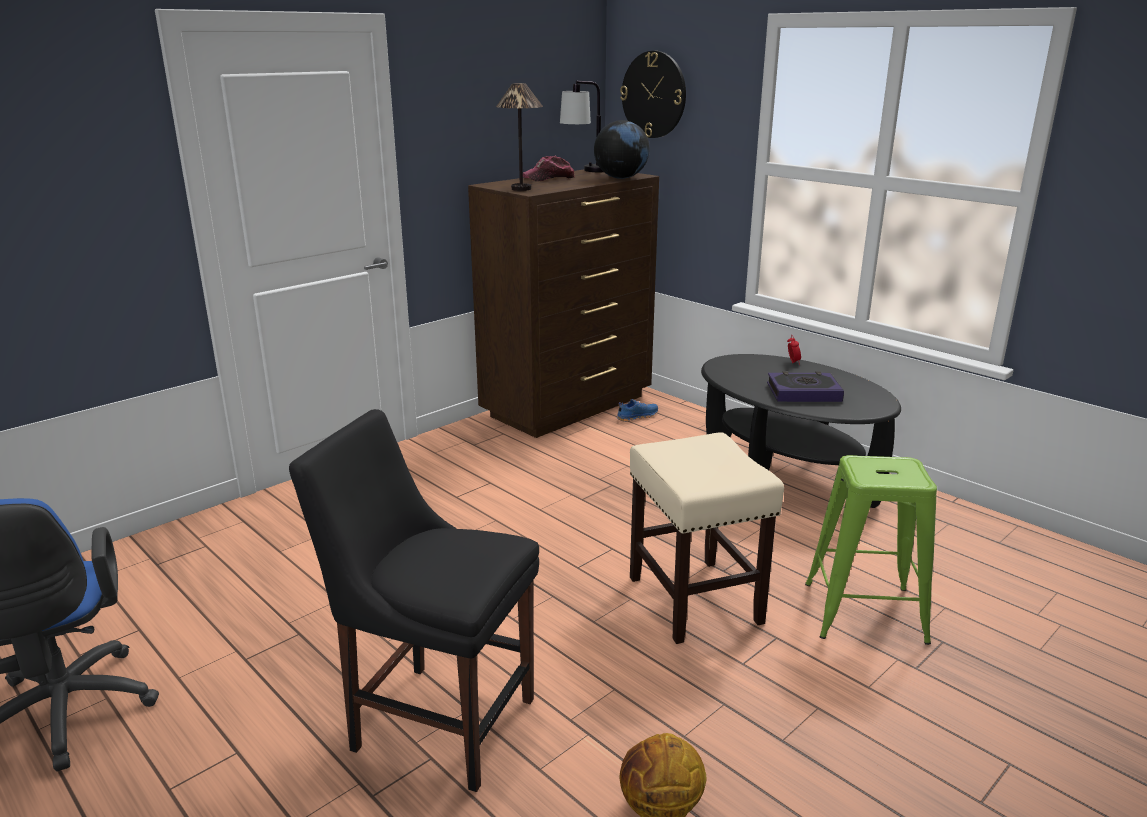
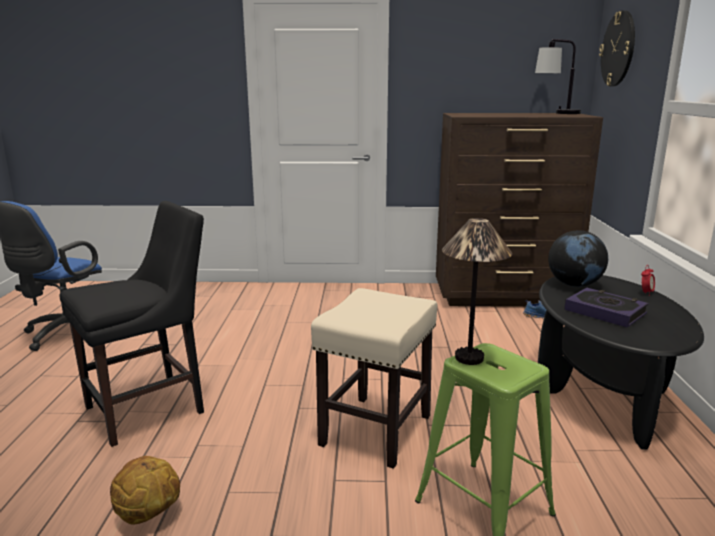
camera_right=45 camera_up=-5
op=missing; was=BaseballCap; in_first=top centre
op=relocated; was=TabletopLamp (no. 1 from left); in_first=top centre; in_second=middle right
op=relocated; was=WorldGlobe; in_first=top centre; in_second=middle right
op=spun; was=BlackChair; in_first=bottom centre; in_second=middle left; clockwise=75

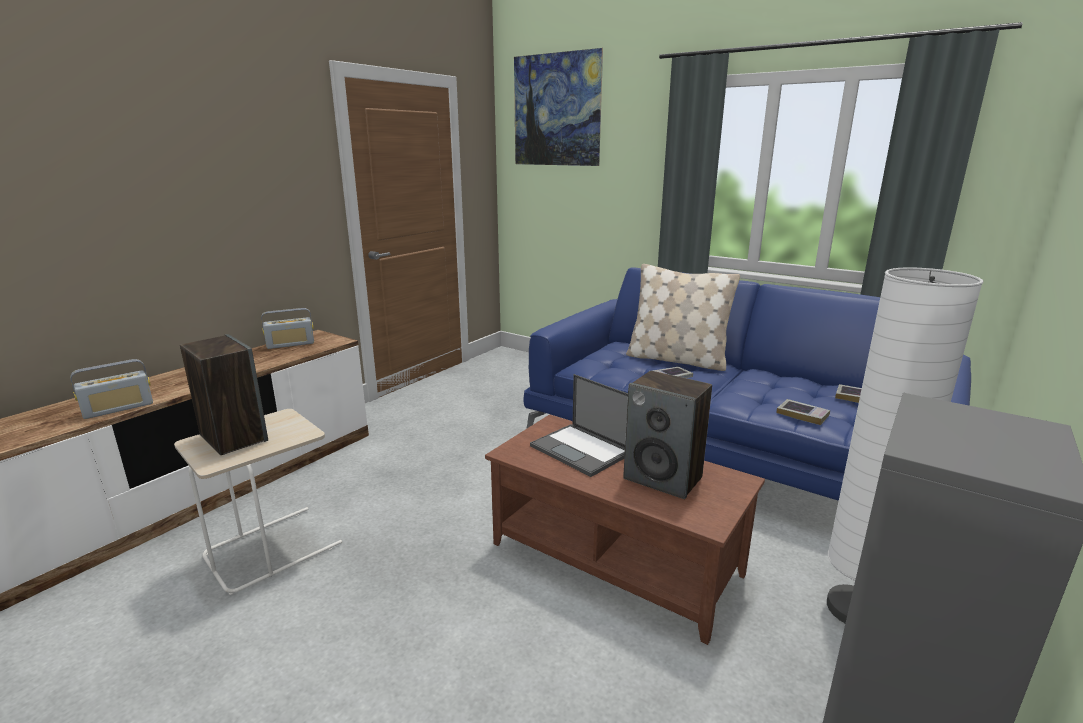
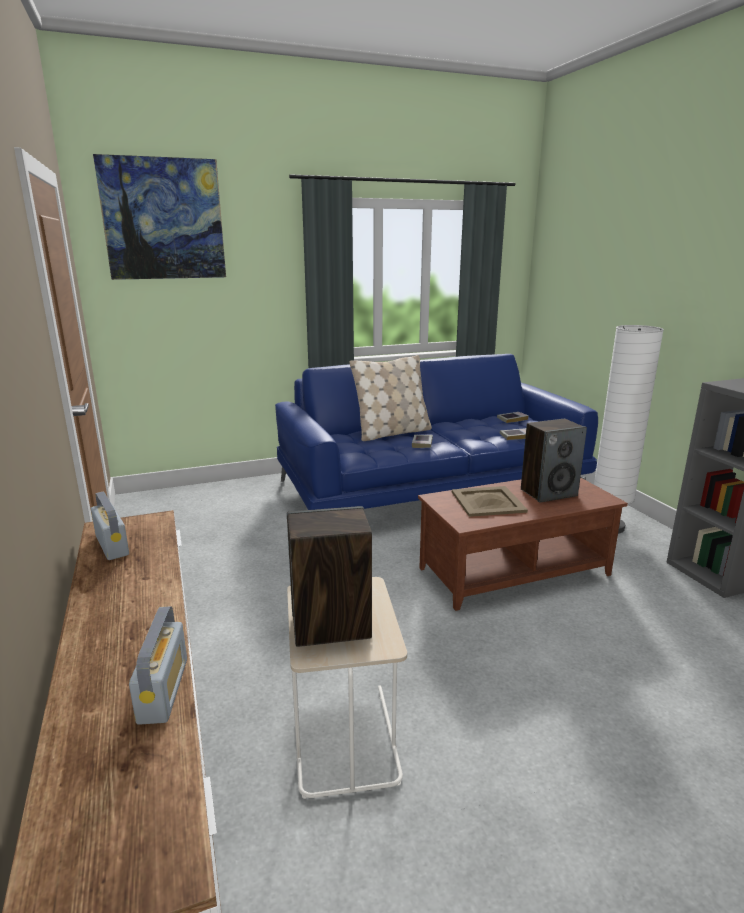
camera_right=-55 camera_up=0
op=exchanged; was=Laptop; now=SandColouredServingTray; in_first=centre; in_second=centre
op=spun; was=RadioSet (no. 2 from left in the first image); in_first=middle left; in_second=middle left; clockwise=-45

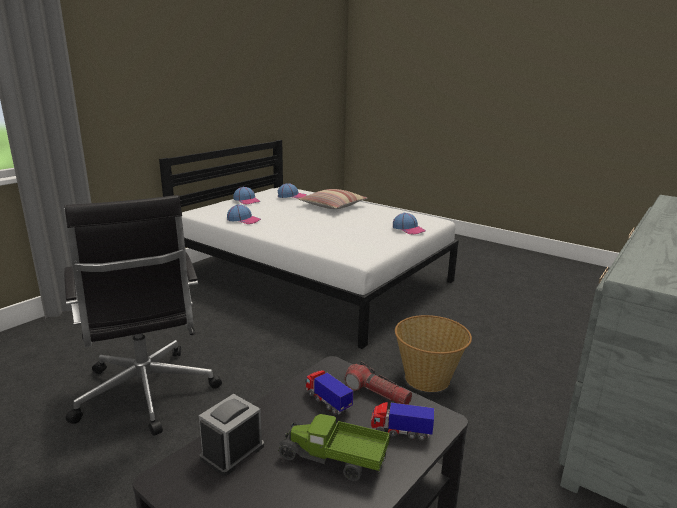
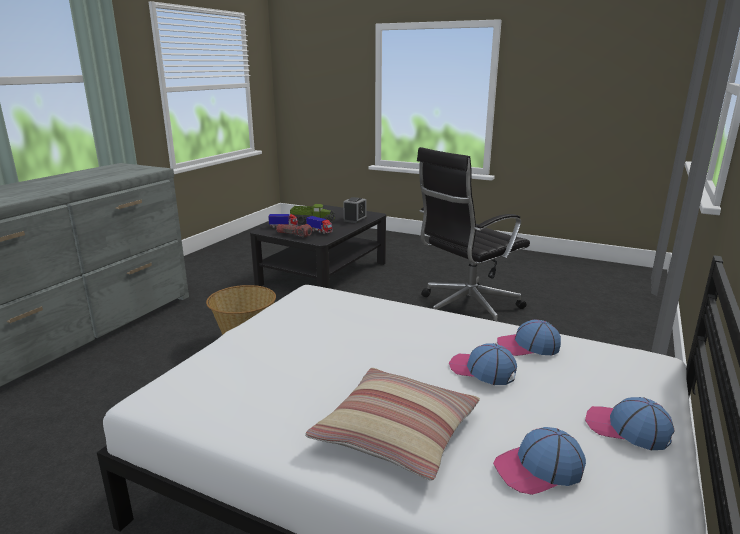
camera_right=170 camera_up=0
op=relocated; was=BaseballCap (no. 4 from left in the first image); now=BaseballCap (no. 1 from left); in_first=centre; in_second=bottom centre
op=spun; was=BlackOfficeChair; in_first=middle left; in_second=centre; clockwise=-90

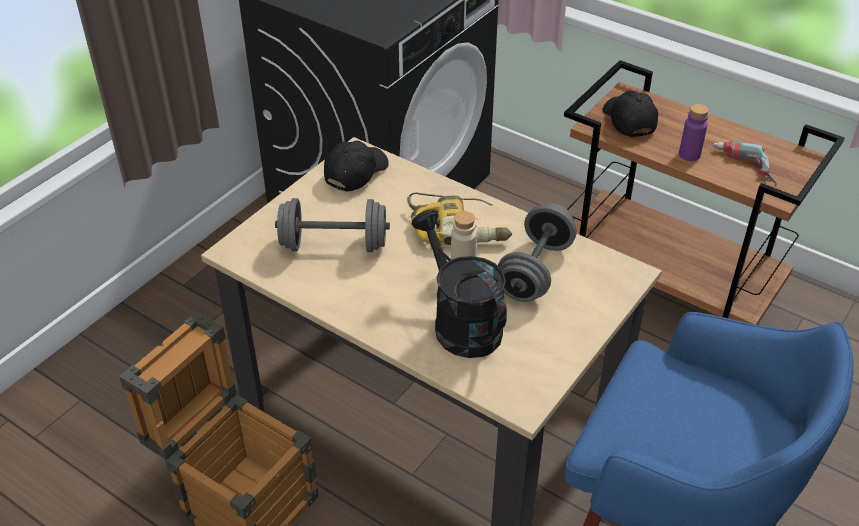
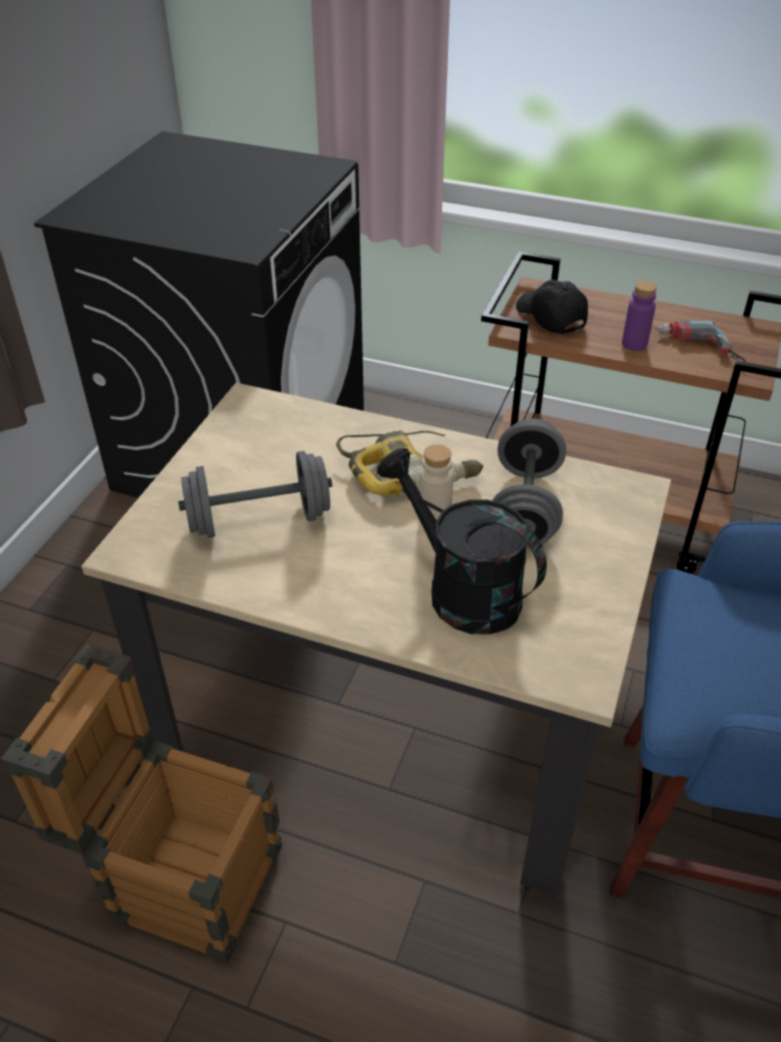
camera_right=-15 camera_up=0
op=missing; was=BlackBaseballCap (no. 1 from left); in_first=top centre

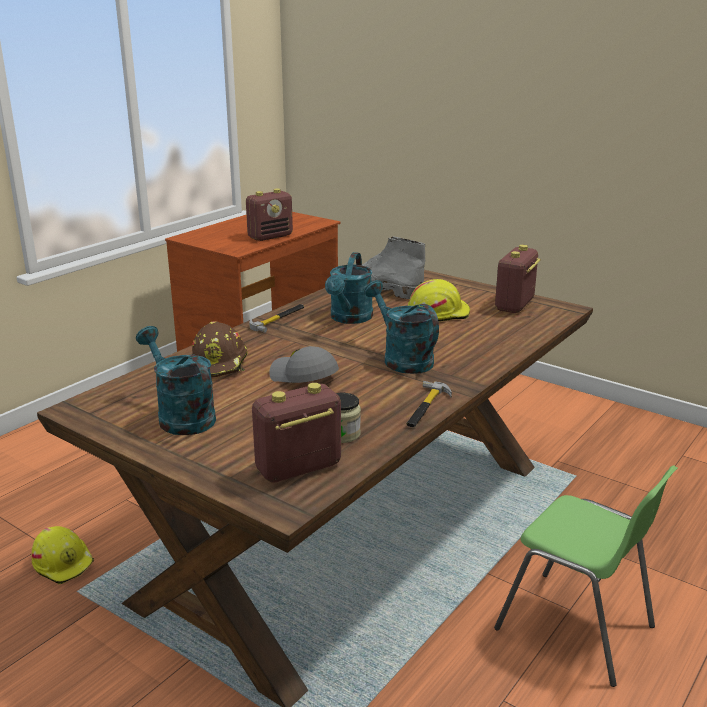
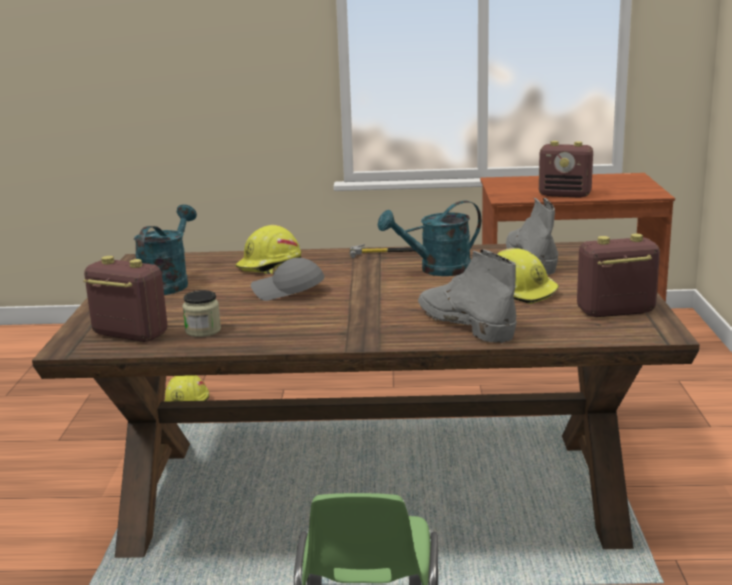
camera_right=55 camera_up=-5
op=missing; was=TurquoiseWateringPot (no. 3 from left); in_first=centre
op=missing; was=HandHammer (no. 2 from left); in_first=centre
op=appeared; now=GreyHighTopBoot (no. 1 from left); in_second=centre
op=colour; was=BrownishWorkHelmet; now=YellowColouredWorkHelmet (no. 2 from left); in_first=middle left; in_second=centre
op=spun; was=GreyBaseballCap; in_first=centre; in_second=centre; clockwise=-90

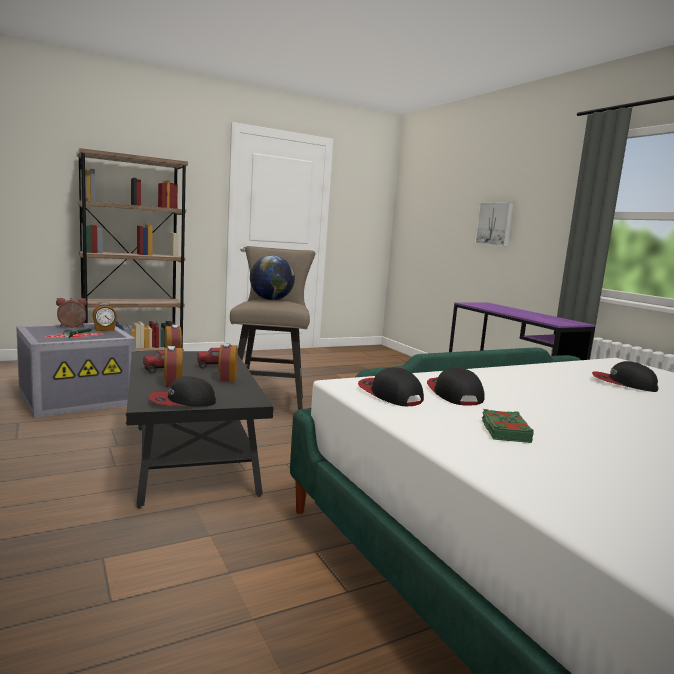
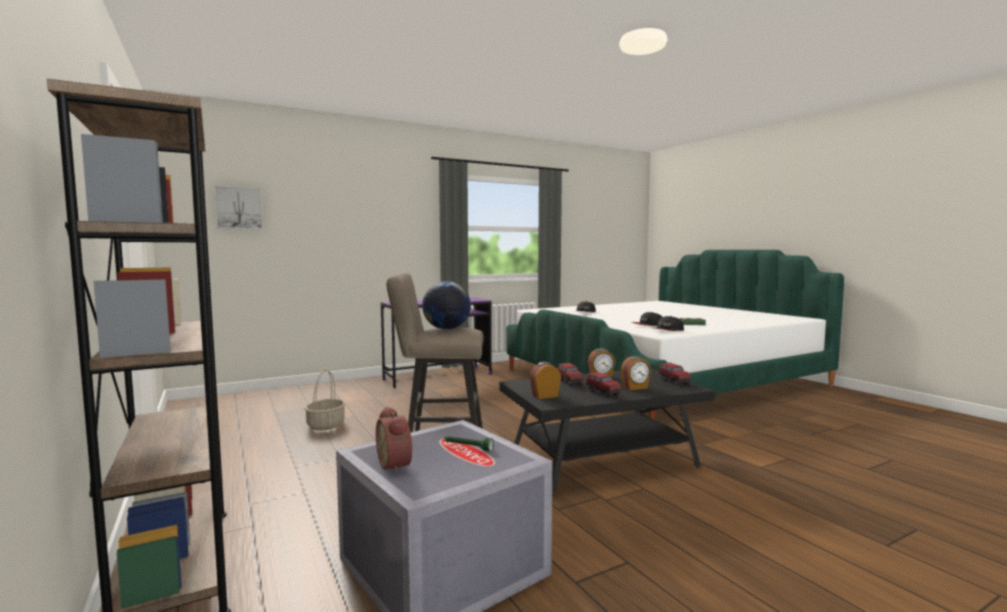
camera_right=-90 camera_up=-5
op=missing; was=BedsideClock (no. 2 from left); in_first=middle left
op=appeared; now=HouseholdBasket; in_second=middle left
op=relocated; was=WallPicture; in_first=top right; in_second=middle left
op=exchanged; was=BaseballCap (no. 1 from left); now=ModelTruck (no. 3 from left); in_first=middle left; in_second=middle right

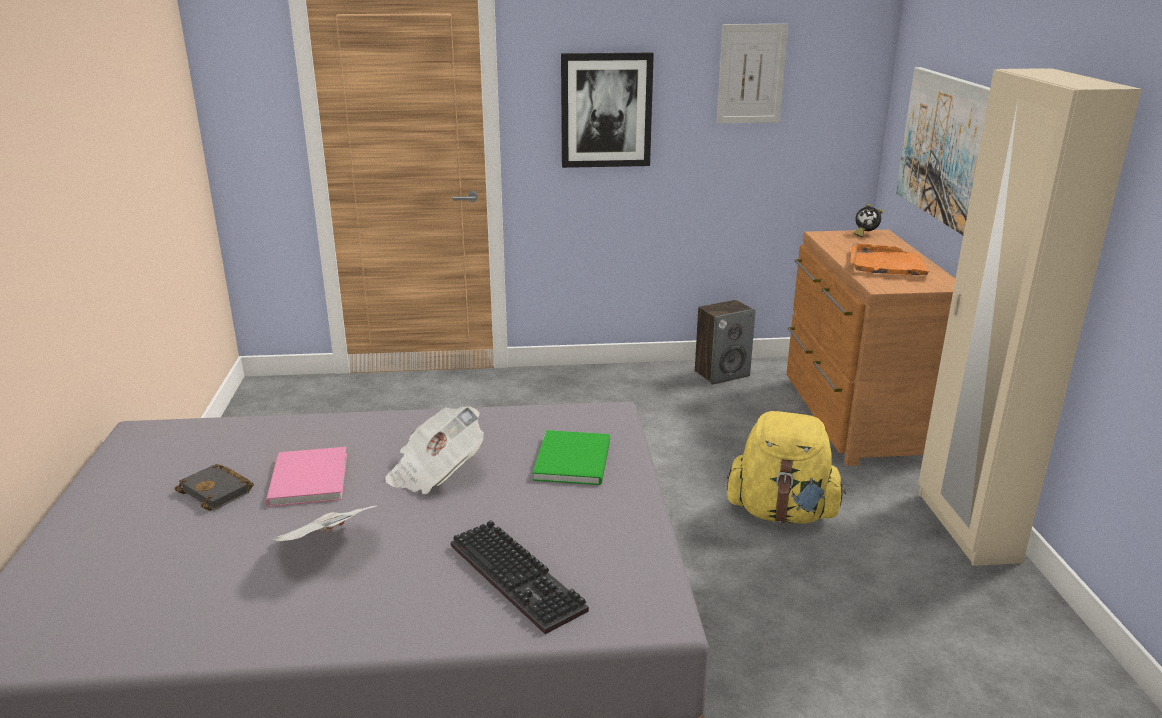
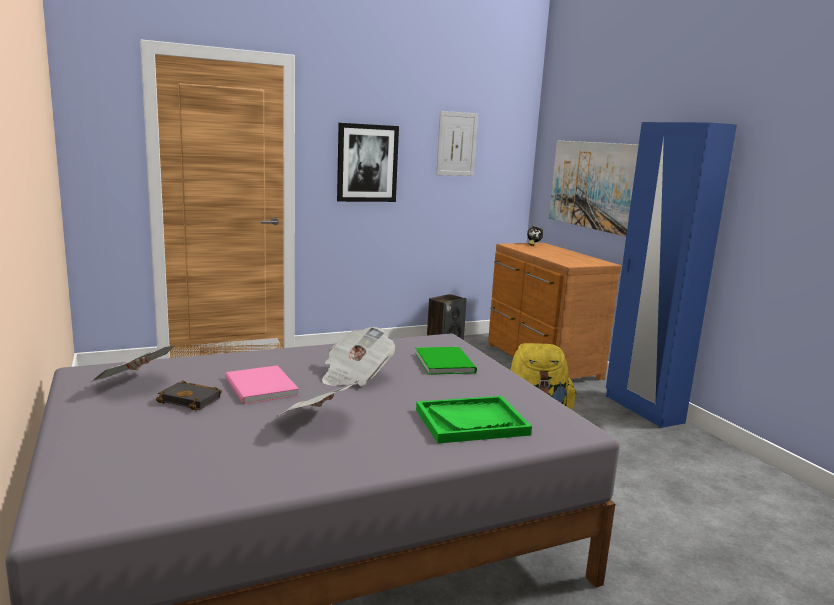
camera_right=-20 camera_up=-10
op=missing; was=OrangeServingTray; in_first=middle right
op=appeared; now=DailyPaper (no. 1 from left); in_second=middle left
op=exchanged; was=PcKeyboard; now=GreenColouredServingTray; in_first=bottom centre; in_second=bottom centre
op=colour; was=SandColouredArmoire; now=BlueColouredArmoire; in_first=middle right; in_second=middle right

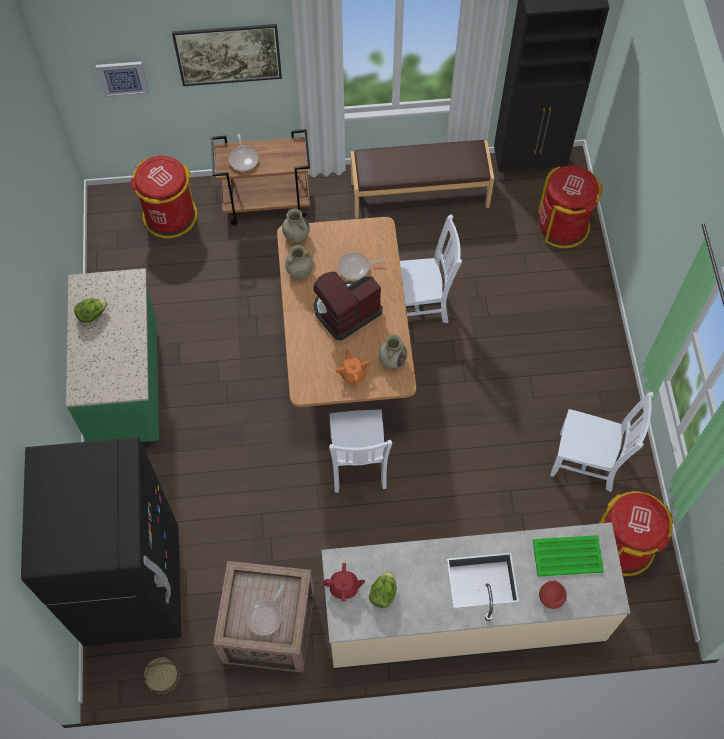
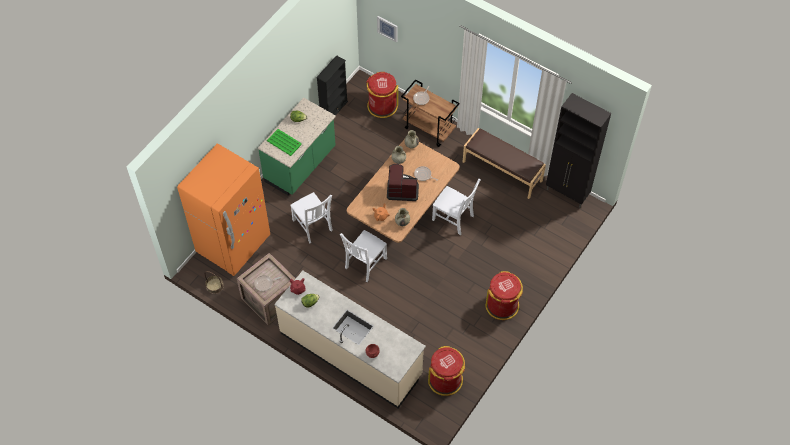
camera_right=40 camera_up=-5
op=missing; was=WallPicture (no. 2 from left); in_first=top left
op=appeared; now=BlackBookshelf; in_second=top centre
op=relocated; was=GreenColouredServingTray; in_first=bottom right; in_second=top centre
op=relocated; was=ReddishRubbishBin (no. 2 from left in the first image); now=ReddishRubbishBin (no. 3 from left); in_first=top right; in_second=centre
op=relocated; was=WhiteChair (no. 3 from left in the first image); now=WhiteChair (no. 1 from left); in_first=middle right; in_second=centre
op=colour; was=BlackFridge; now=OrangeFridge; in_first=bottom left; in_second=middle left

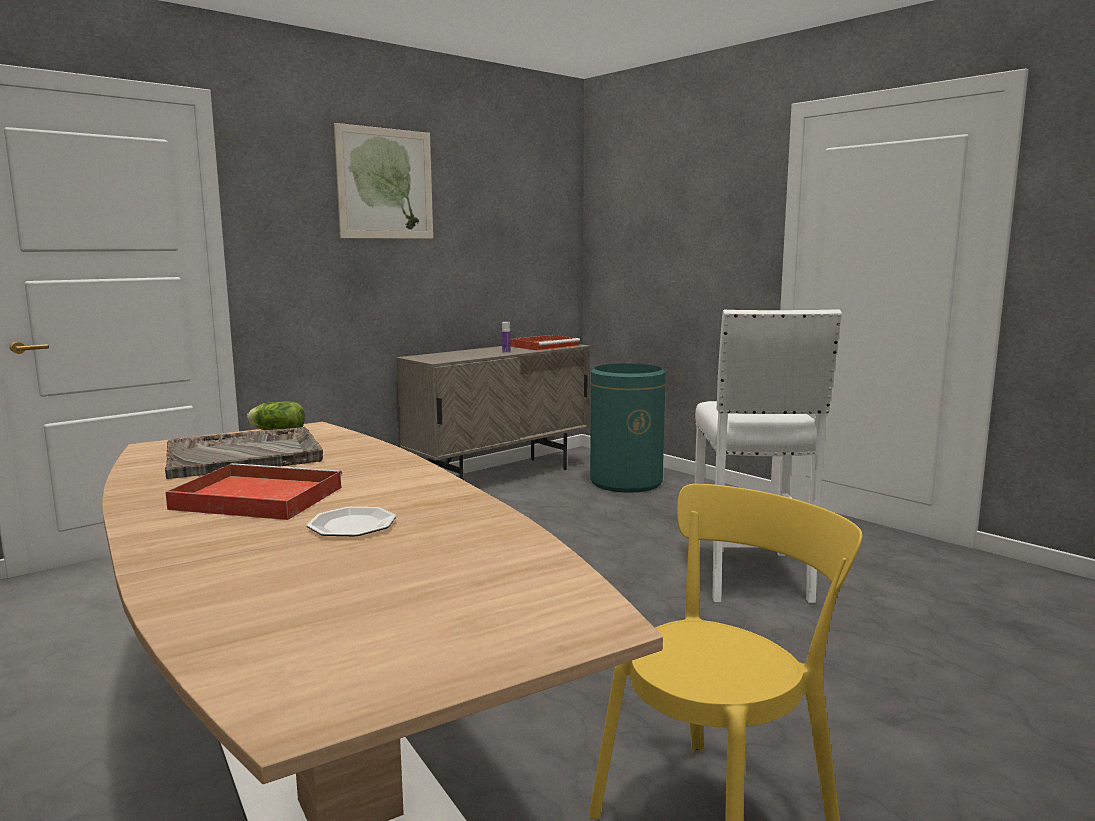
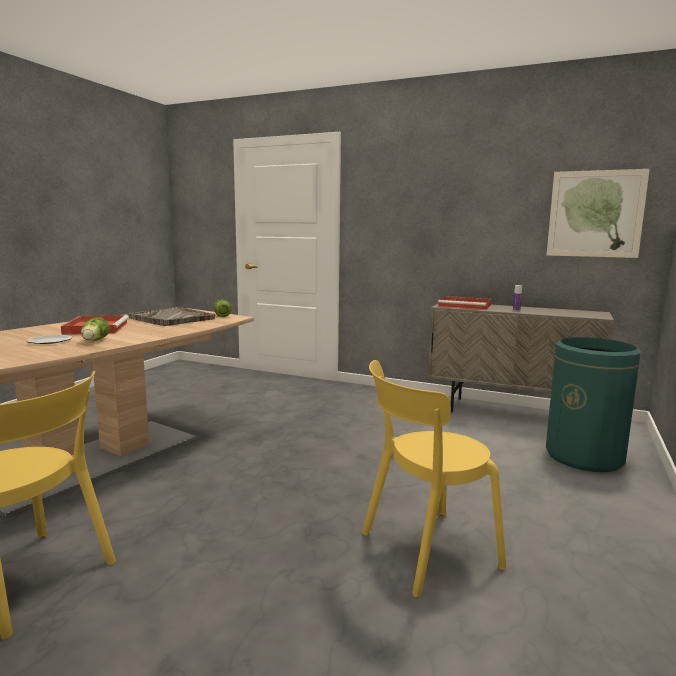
camera_right=65 camera_up=0
op=appeared; now=HeadOfLettuce (no. 1 from left); in_second=middle left
op=relocated; was=WallPicture; in_first=top centre; in_second=top right
op=relocated; was=ReddishServingTray (no. 2 from left); in_first=centre; in_second=middle right
op=exchanged; was=WhiteStool; now=YellowColouredChair (no. 2 from left); in_first=middle right; in_second=bottom centre

